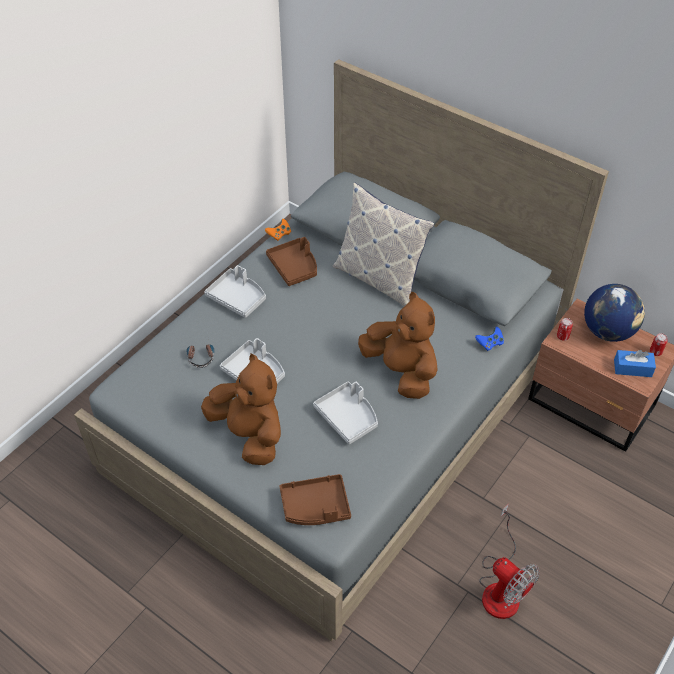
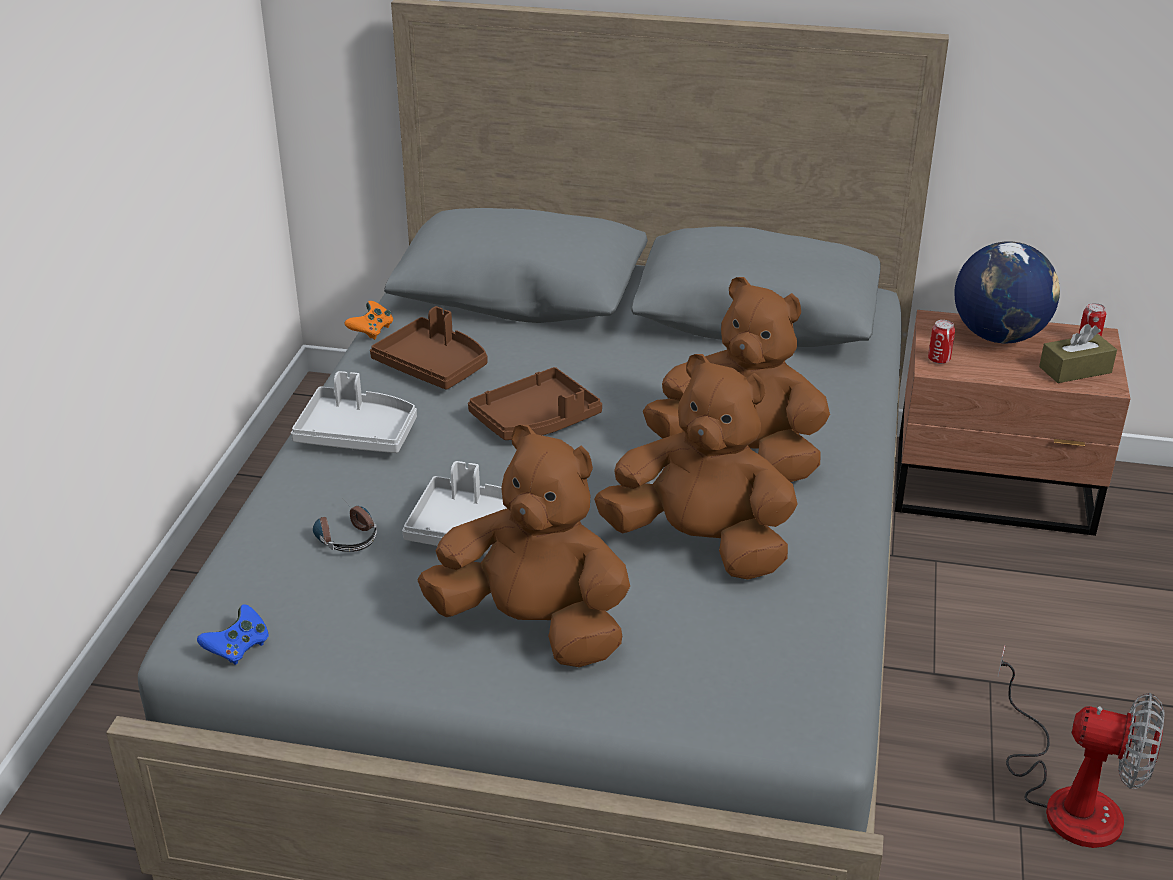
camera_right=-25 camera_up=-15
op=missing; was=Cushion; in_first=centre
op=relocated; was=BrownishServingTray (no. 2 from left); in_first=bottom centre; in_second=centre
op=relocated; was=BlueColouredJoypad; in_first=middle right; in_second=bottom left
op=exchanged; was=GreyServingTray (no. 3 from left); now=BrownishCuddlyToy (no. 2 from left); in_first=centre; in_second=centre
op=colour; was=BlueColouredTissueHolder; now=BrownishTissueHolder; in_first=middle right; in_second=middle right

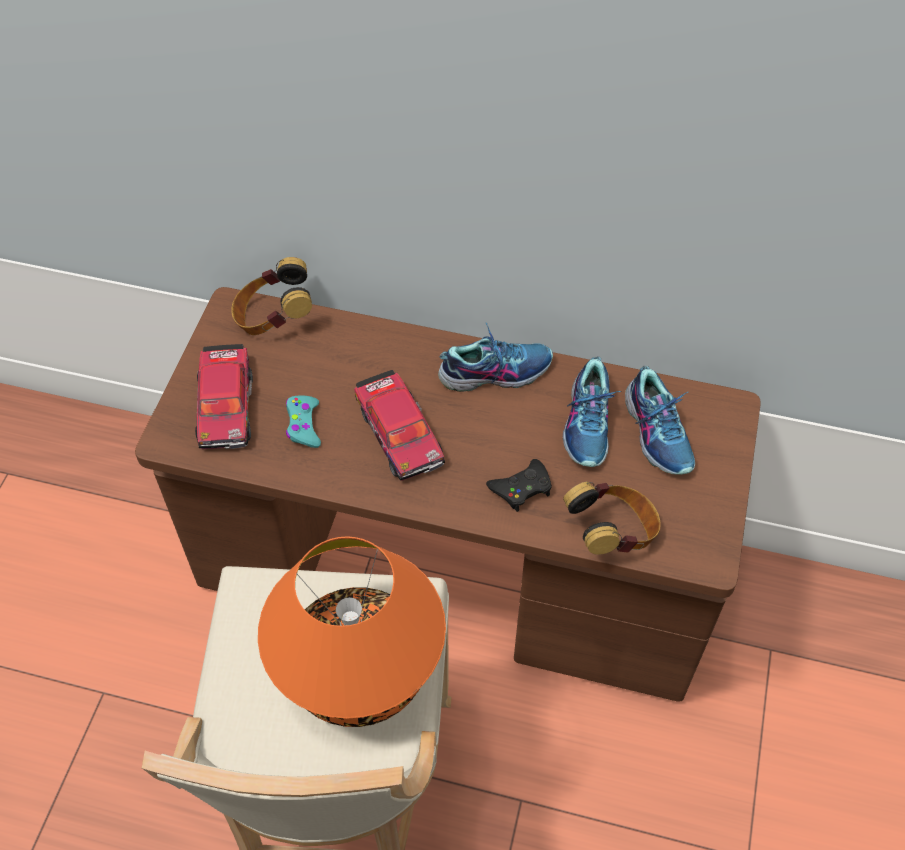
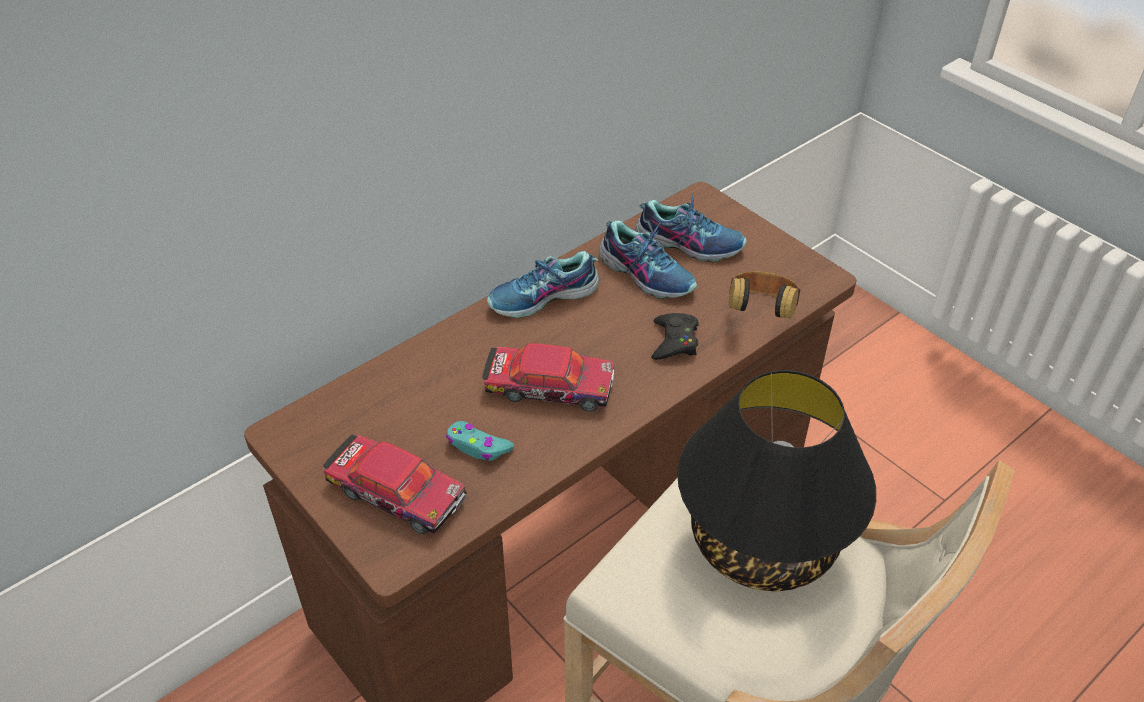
camera_right=-55 camera_up=-10
op=missing; was=Headphones (no. 1 from left); in_first=middle left
op=colour; was=OrangeTabletopLamp; now=BlackTabletopLamp; in_first=bottom centre; in_second=bottom right
op=spun; was=ItemOfFootwear (no. 1 from left); in_first=centre; in_second=centre; clockwise=-135

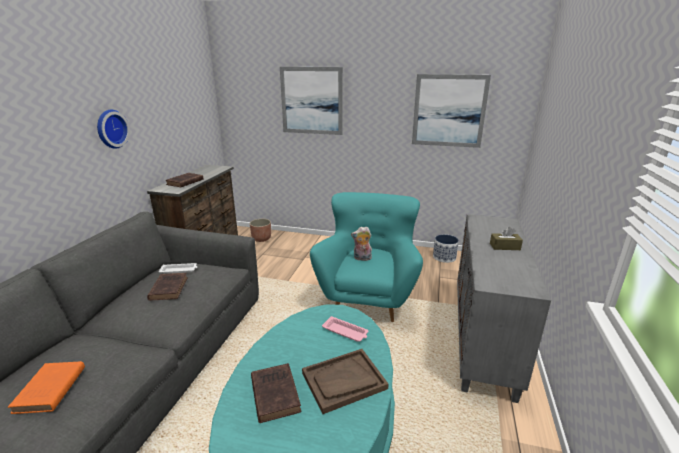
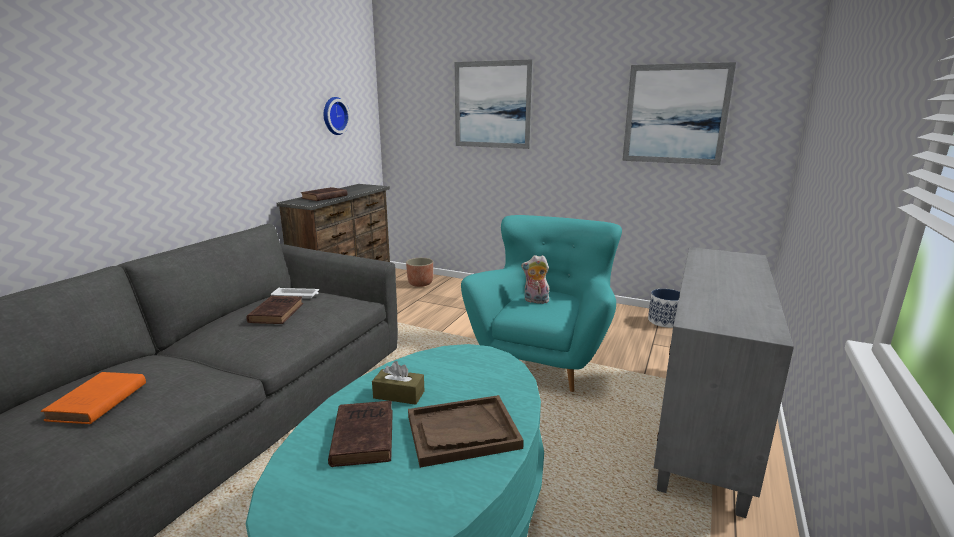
camera_right=10 camera_up=-5
op=missing; was=PinkishServingTray; in_first=bottom centre
op=relocated; was=WallClock; in_first=top left; in_second=top centre
op=relocated; was=BrownishTissueHolder; in_first=middle right; in_second=bottom centre

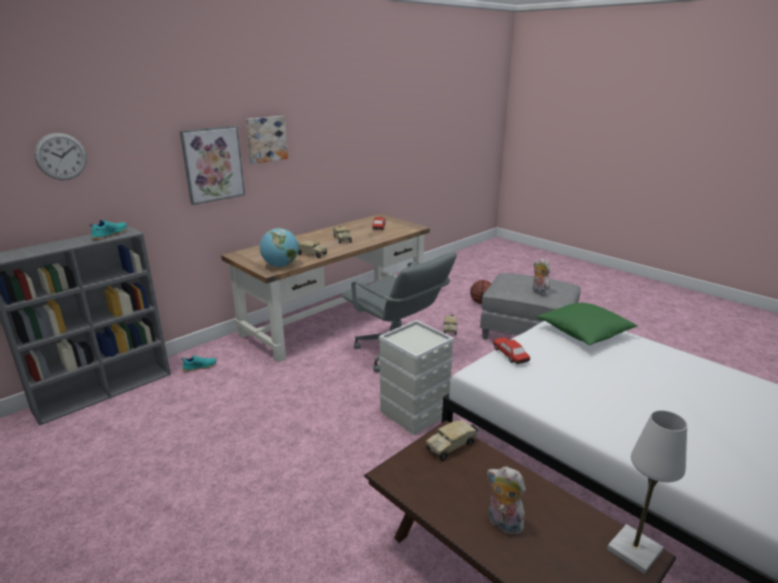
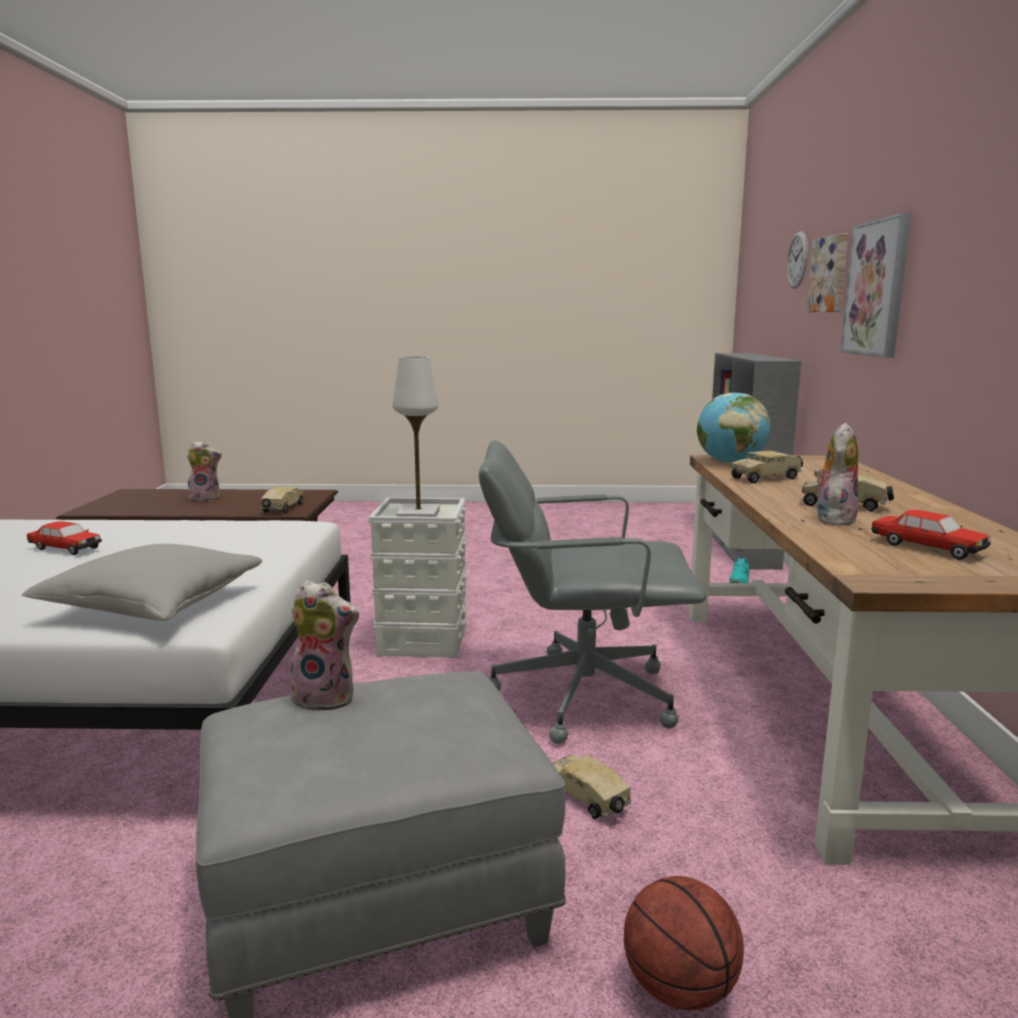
camera_right=135 camera_up=-10
op=missing; was=TurquoiseItemOfFootwear (no. 1 from left); in_first=middle left
op=appeared; now=CuddlyToy (no. 3 from left); in_second=middle right
op=relocated; was=WallPicture (no. 2 from left in the first image); now=WallPicture (no. 1 from left); in_first=top centre; in_second=top right
op=relocated; was=MiniatureCar (no. 2 from left in the first image); now=MiniatureCar (no. 1 from left); in_first=centre; in_second=middle left
op=relocated; was=WhiteTabletopLamp; in_first=bottom right; in_second=centre
op=colour; was=GreenColouredCushion; now=GreyCushion; in_first=middle right; in_second=middle left

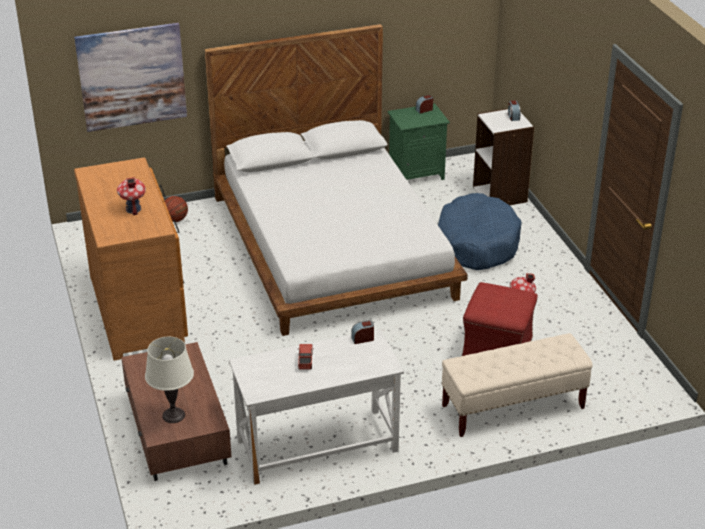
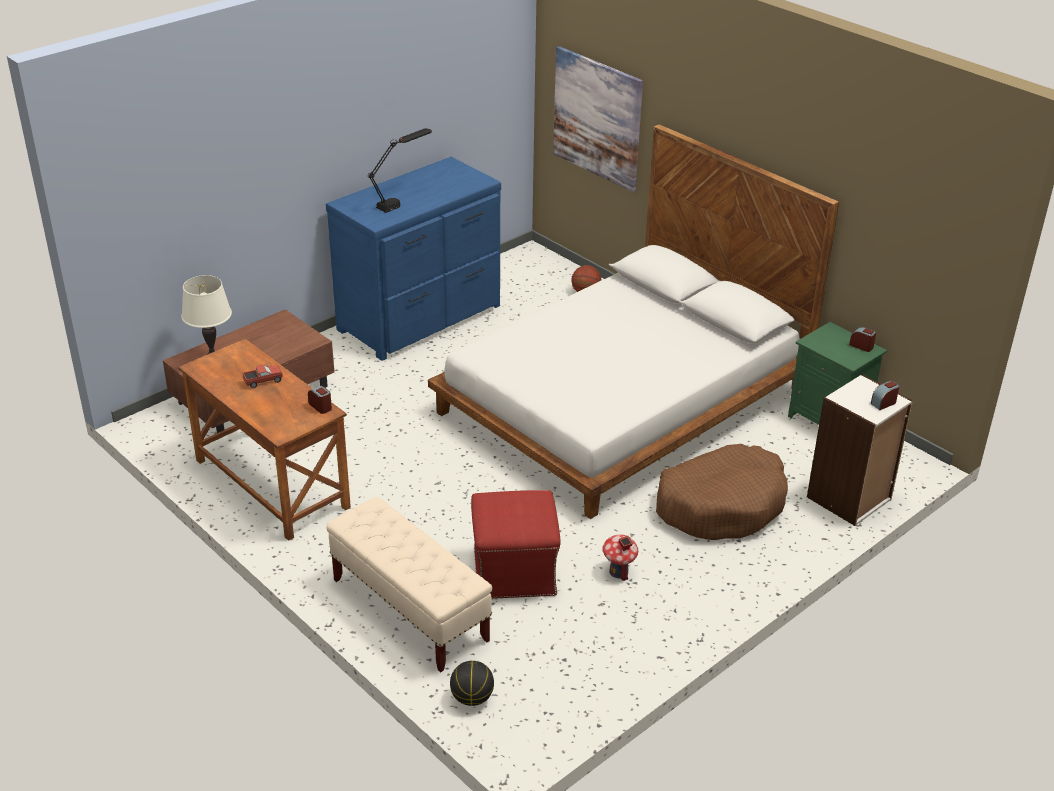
camera_right=65 camera_up=0
op=appeared; now=BallForBasketball (no. 1 from left); in_second=bottom centre
op=exchanged; was=ToyHouse (no. 1 from left); now=BlackTabletopLamp; in_first=middle left; in_second=top centre
op=colour; was=BrownishDresser; now=BlueColouredDresser; in_first=middle left; in_second=top centre
op=colour; was=WhiteDeskUnit; now=BrownishDeskUnit; in_first=bottom centre; in_second=middle left
op=colour; was=BlueColouredDogCushion; now=BrownishDogCushion; in_first=middle right; in_second=middle right

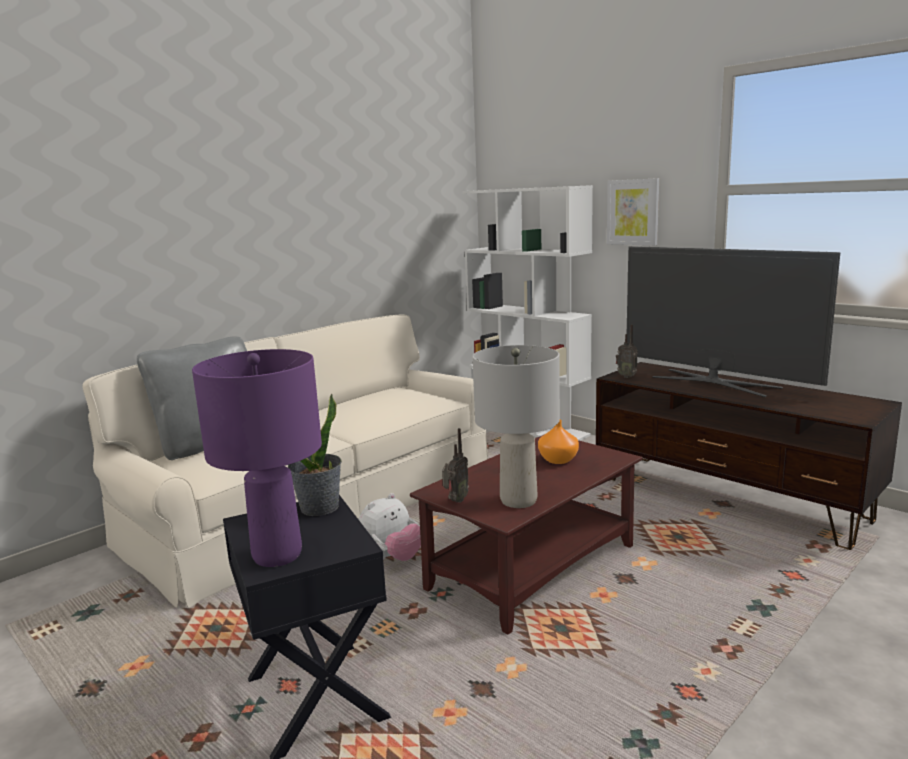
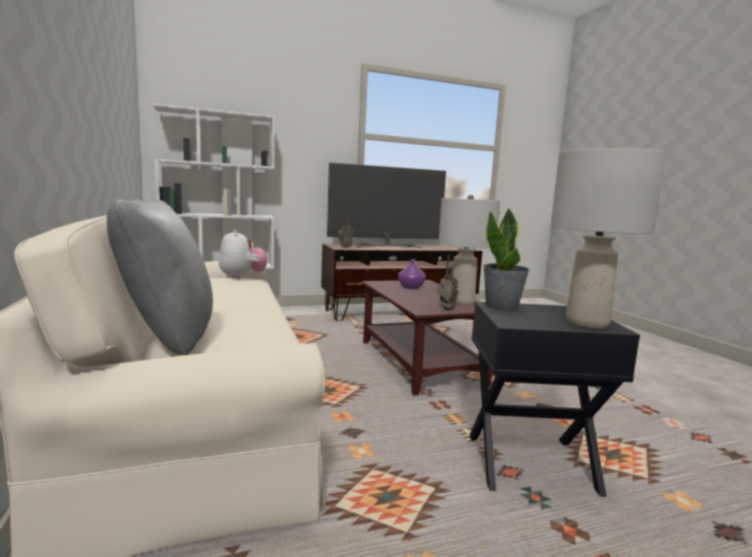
camera_right=-65 camera_up=-5
op=missing; was=WallPicture; in_first=top right
op=relocated; was=CuddlyToy; in_first=bottom centre; in_second=middle left
op=colour; was=PurplishTabletopLamp; now=GreyTabletopLamp (no. 2 from left); in_first=middle left; in_second=middle right
op=colour; was=OrangeDecorativeVase; now=PurplishDecorativeVase; in_first=centre; in_second=centre

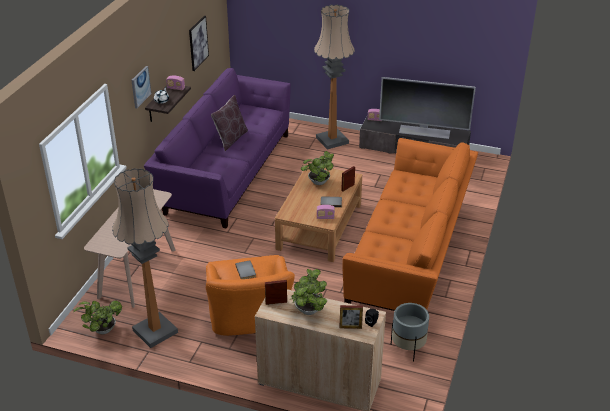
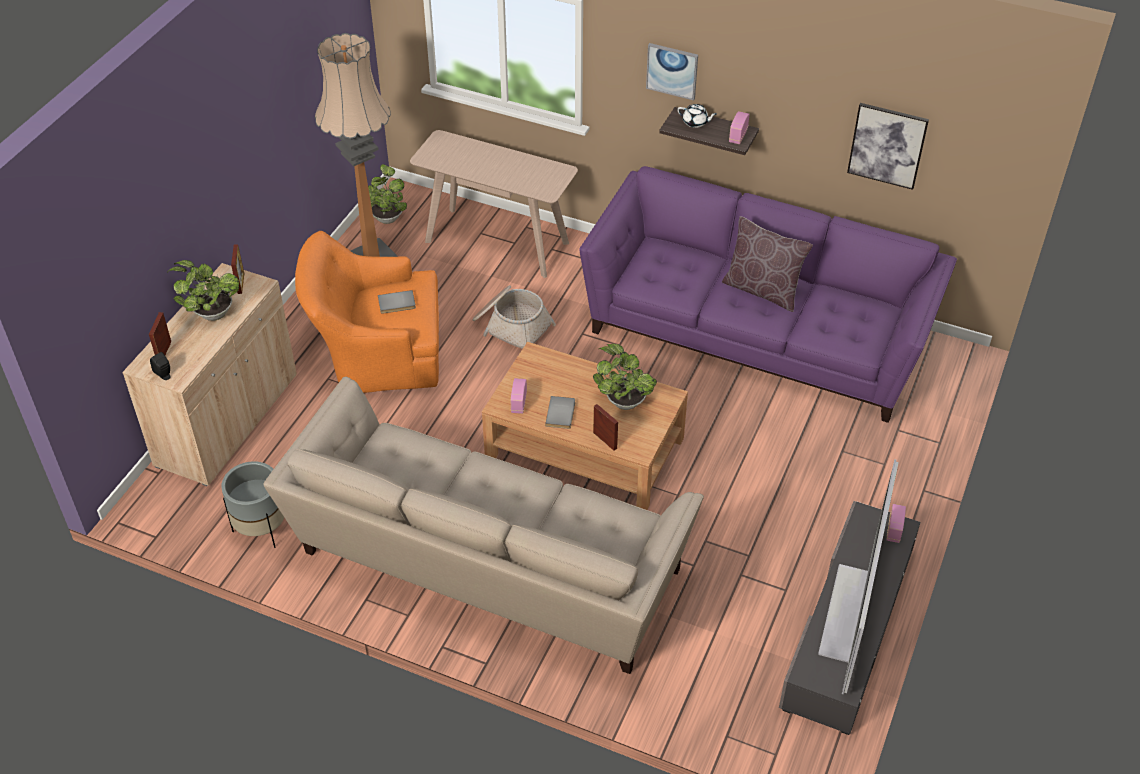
camera_right=95 camera_up=10
op=missing; was=StandingLamp (no. 2 from left); in_first=top centre
op=appeared; now=HouseholdBasket; in_second=centre
op=colour; was=OrangeSofa; now=SandColouredSofa; in_first=middle right; in_second=bottom centre

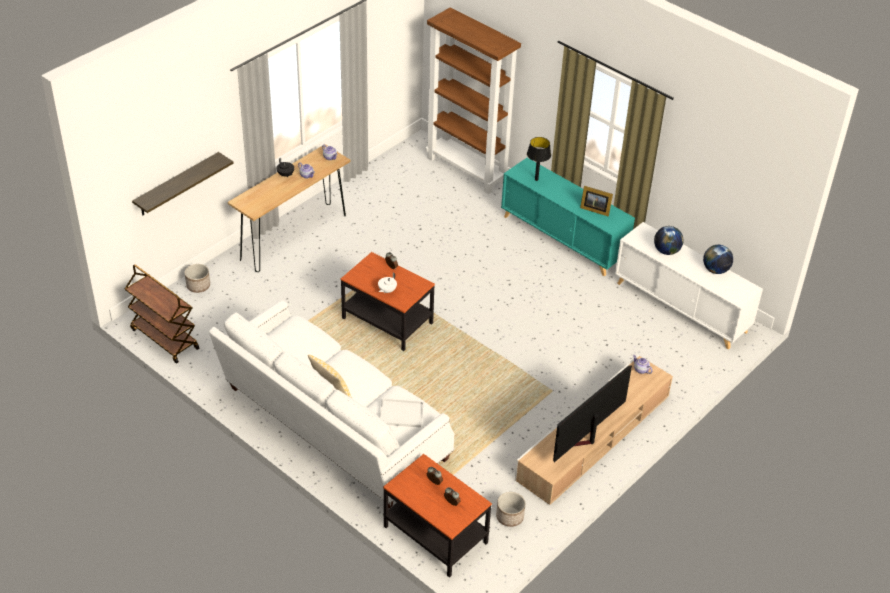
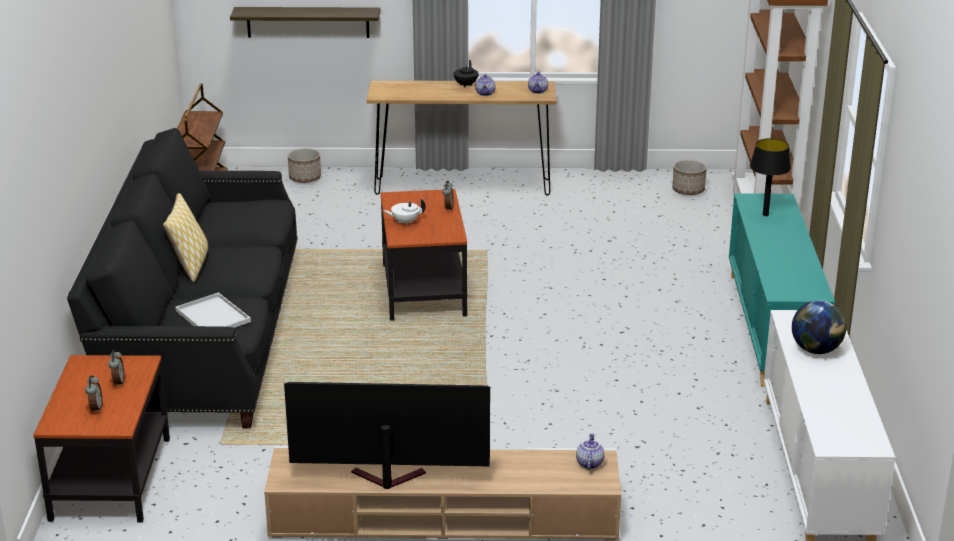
camera_right=50 camera_up=-15
op=missing; was=PhotoFrame; in_first=middle right
op=missing; was=WorldGlobe (no. 2 from left); in_first=middle right
op=relocated; was=Planter (no. 2 from left); in_first=bottom centre; in_second=top right
op=colour; was=WhiteSofa; now=BlackSofa; in_first=bottom centre; in_second=middle left

